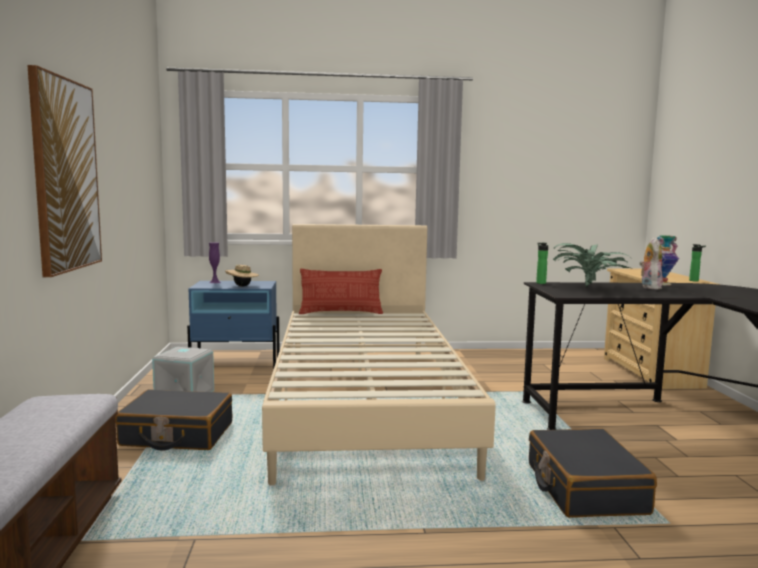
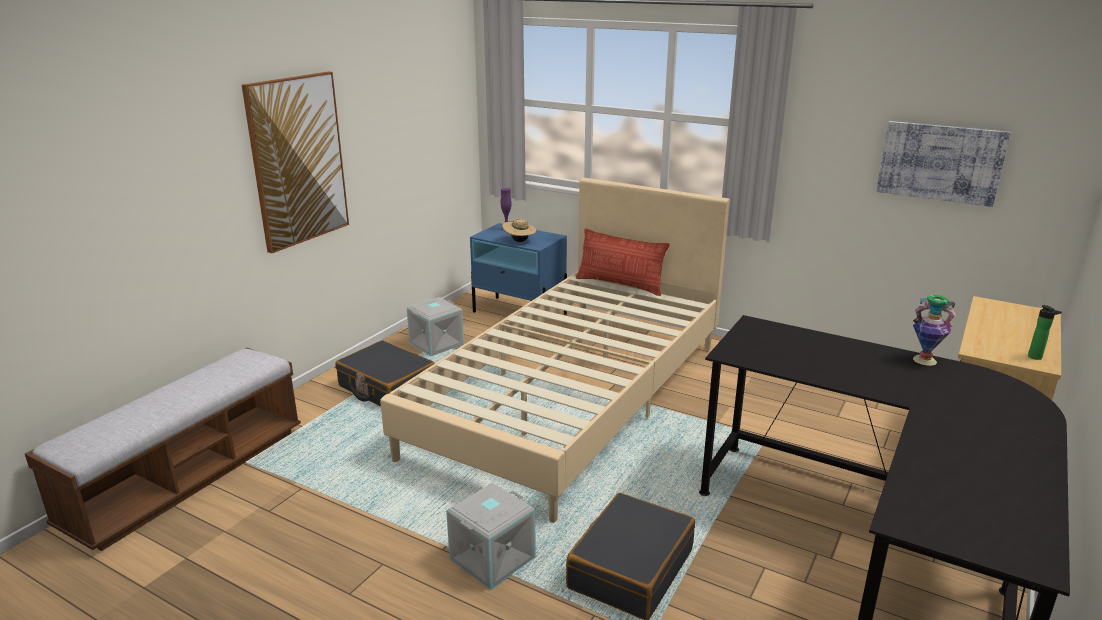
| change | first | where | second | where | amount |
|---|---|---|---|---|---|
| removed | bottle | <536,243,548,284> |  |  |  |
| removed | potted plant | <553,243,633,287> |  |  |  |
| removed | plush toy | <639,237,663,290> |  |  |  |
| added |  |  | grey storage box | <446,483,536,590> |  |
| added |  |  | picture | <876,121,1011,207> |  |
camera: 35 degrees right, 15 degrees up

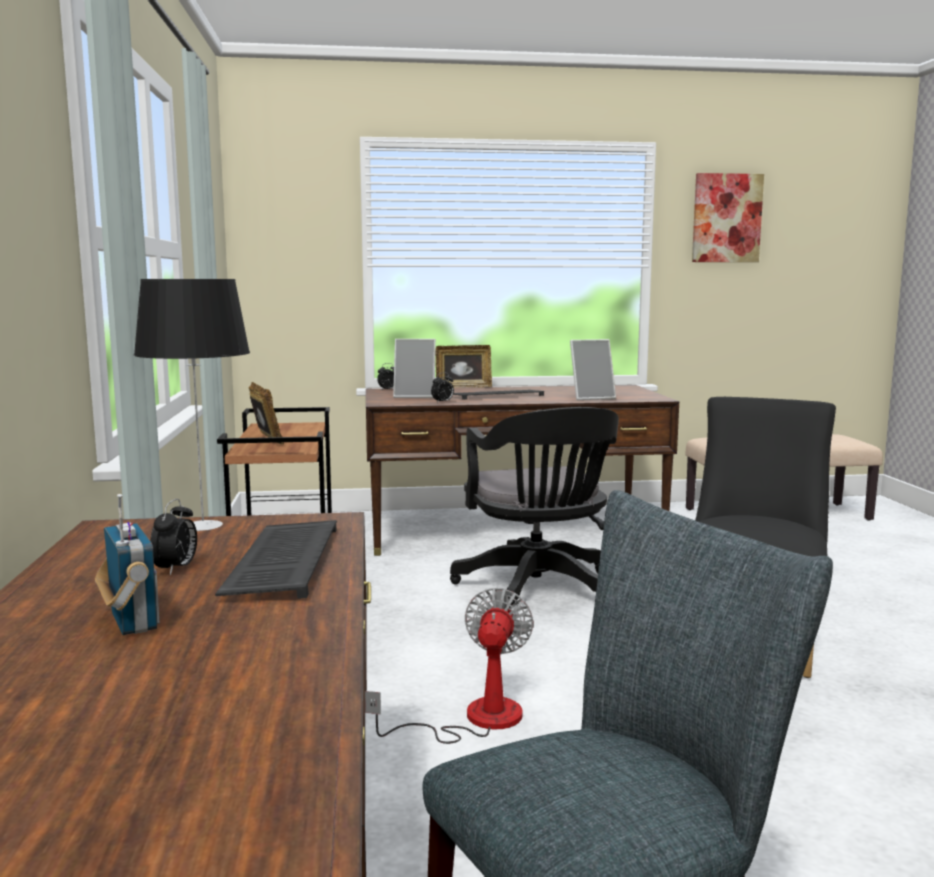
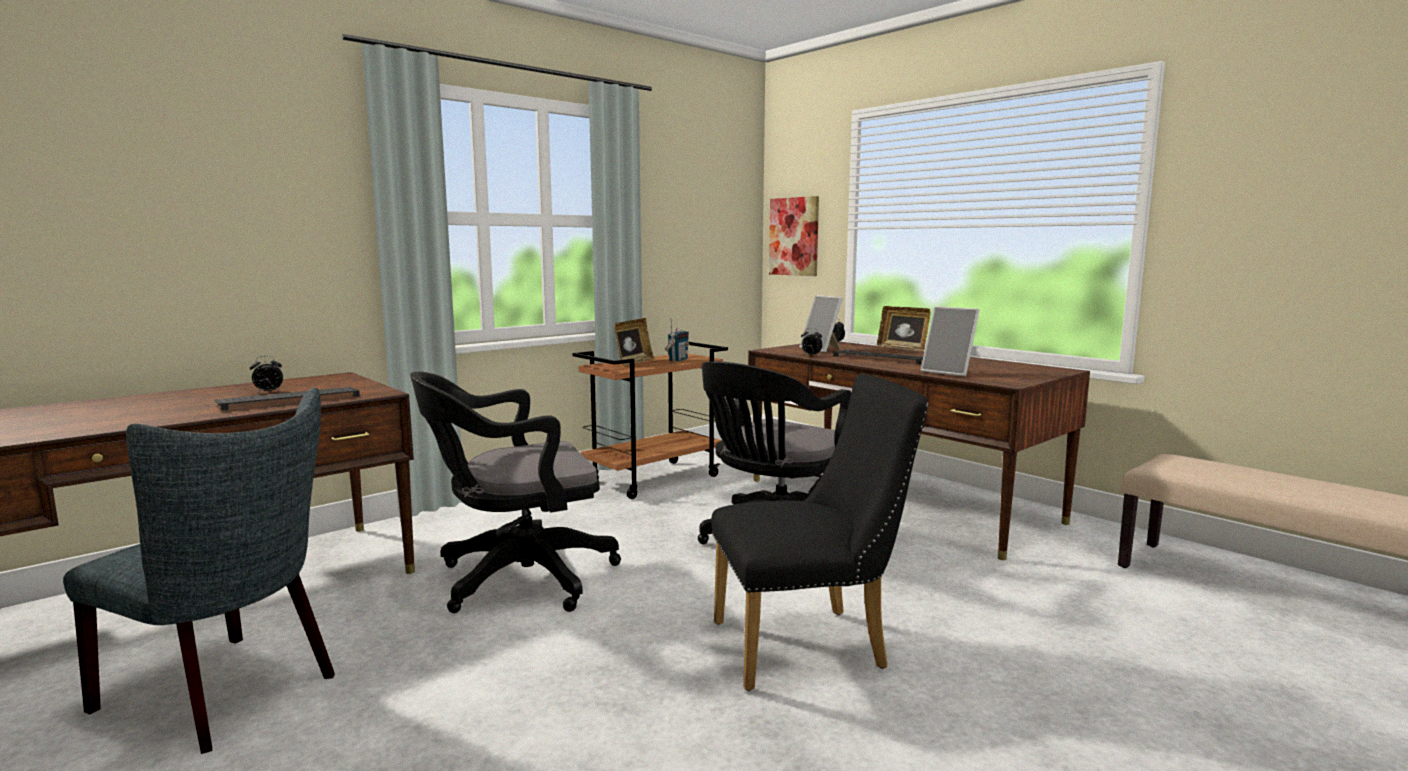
| change | first | where | second | where | amount |
|---|---|---|---|---|---|
| removed | table lamp | <134,279,250,531> |  |  |  |
| moved | radio | <95,494,160,635> |  | <665,318,689,362> |  |
| moved | picture | <692,173,764,262> |  | <769,196,819,276> |  |
| replaced | fan | <365,588,534,744> | black office chair | <410,372,621,613> |  |
camera: 55 degrees right, 0 degrees up

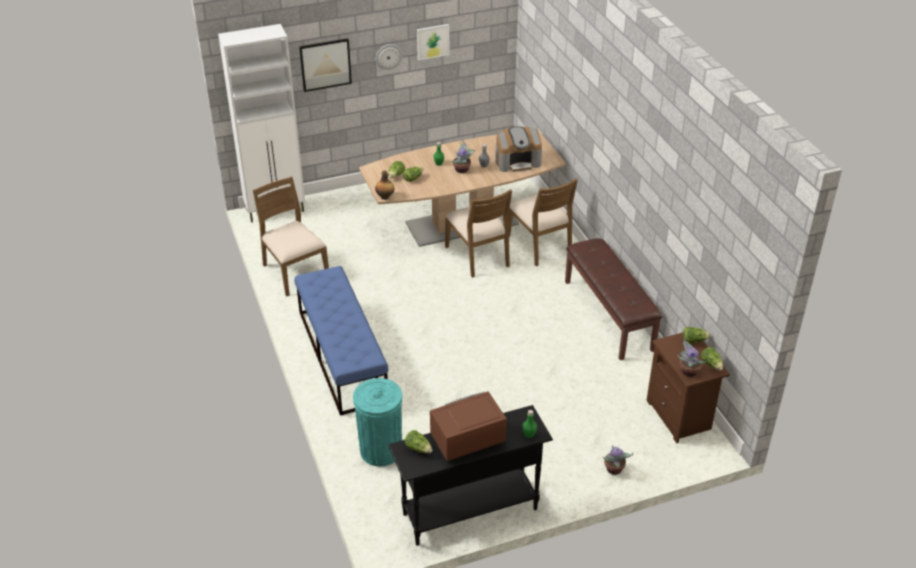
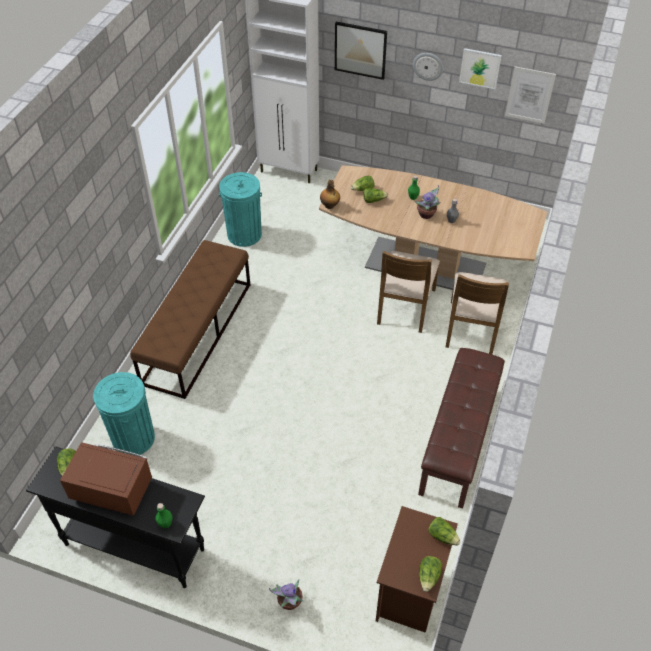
| change | first | where | second | where | amount |
|---|---|---|---|---|---|
| removed | coffee machine | <495,126,542,172> |  |  |  |
| removed | potted plant | <677,337,706,377> |  |  |  |
| added |  |  | picture | <505,66,556,124> |  |
| replaced | brown chair | <253,176,329,296> | turquoise trash can | <219,172,262,247> |  |
| recoloured | blue bench | <294,266,388,416> | brown bench | <130,240,250,399> |  |
camera: 40 degrees right, 10 degrees up

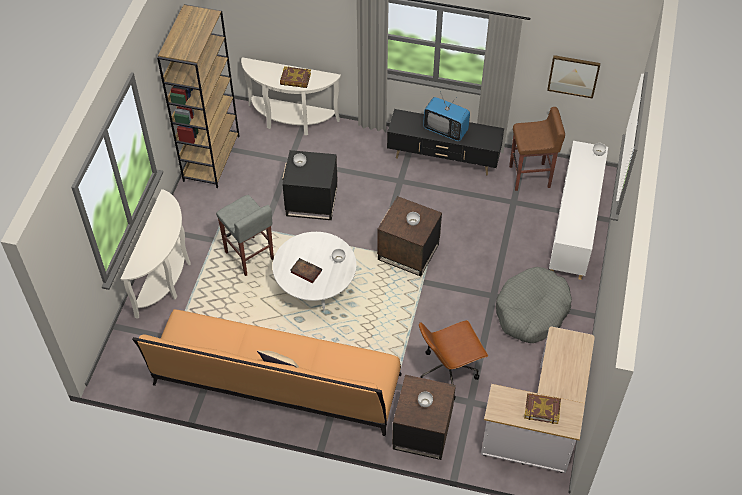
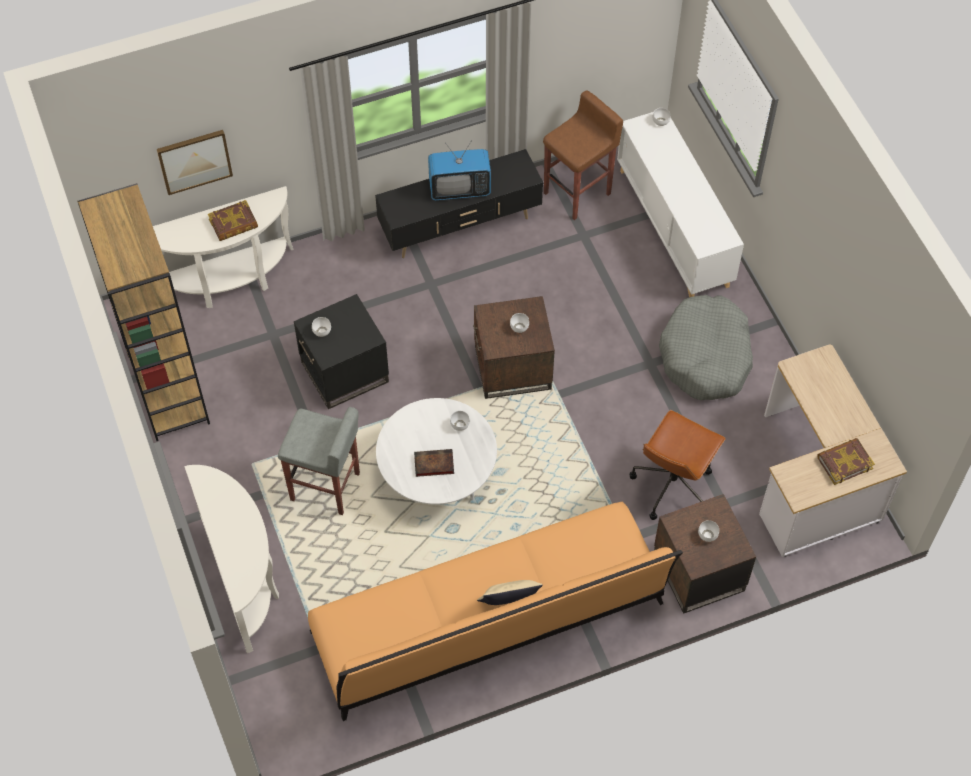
| change | first | where | second | where | amount |
|---|---|---|---|---|---|
| moved | picture | <547,55,601,99> |  | <157,130,233,195> |  |
camera: 35 degrees left, 5 degrees up

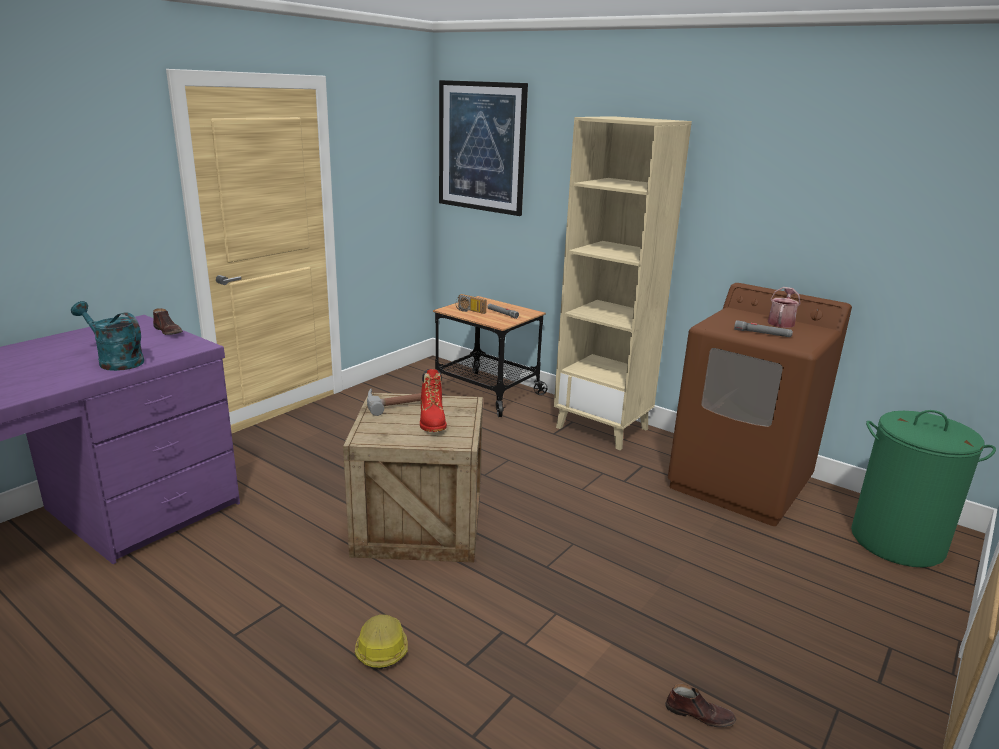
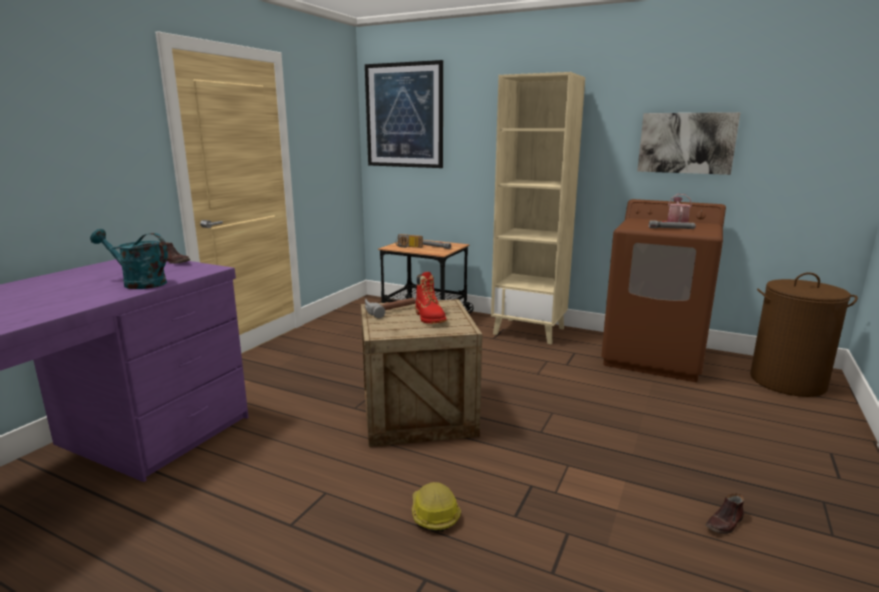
| change | first | where | second | where | amount |
|---|---|---|---|---|---|
| added |  |  | picture | <637,112,740,175> |  |
| recoloured | green laundry basket | <851,410,996,568> | brown laundry basket | <750,272,858,397> |  |
| turned | brown shoe | <665,683,736,727> |  | <705,493,744,534> | 135 degrees clockwise |
camera: 10 degrees left, 5 degrees down

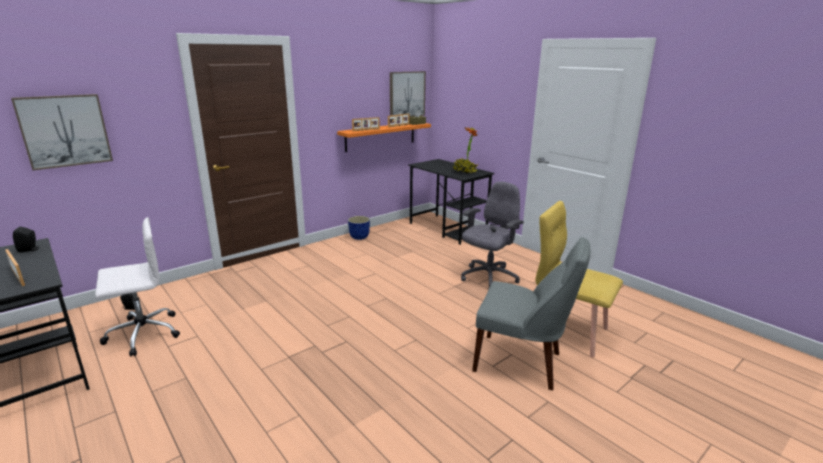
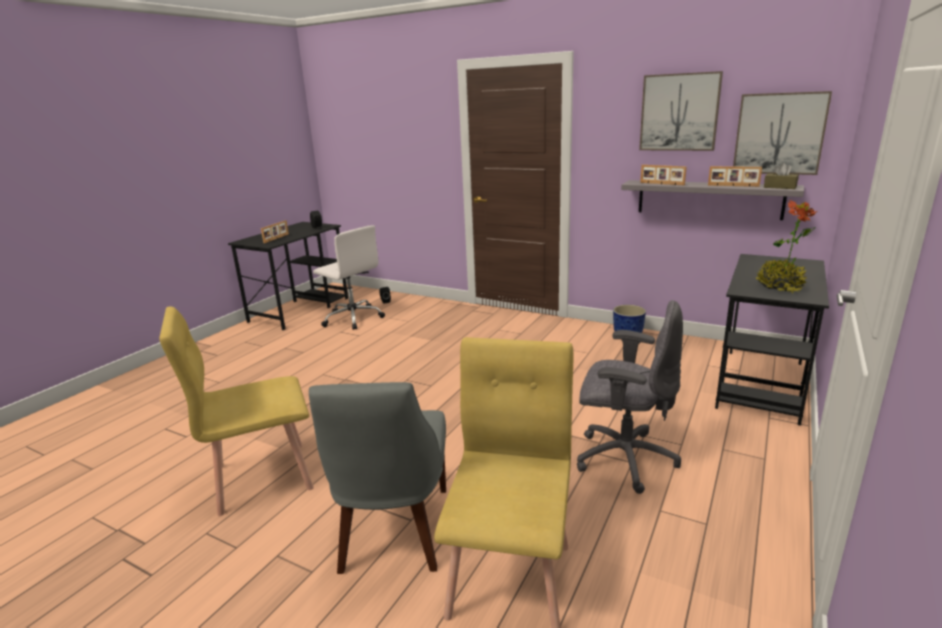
| change | first | where | second | where | amount |
|---|---|---|---|---|---|
| added |  |  | yellow chair | <159,306,314,516> |  |
| moved | picture | <11,94,113,170> |  | <639,71,723,151> |  |
| recoloured | orange shelf | <337,123,431,152> | grey shelf | <621,180,804,220> |  |
camera: 70 degrees right, 0 degrees up

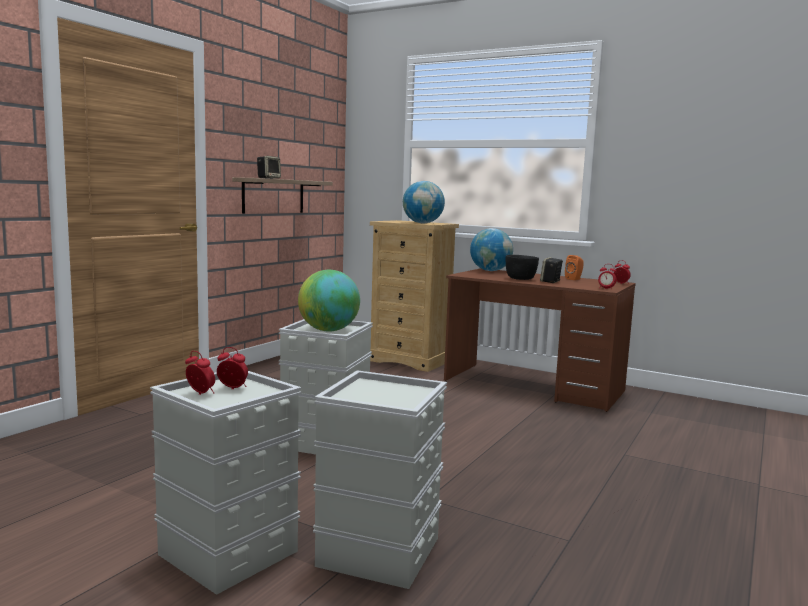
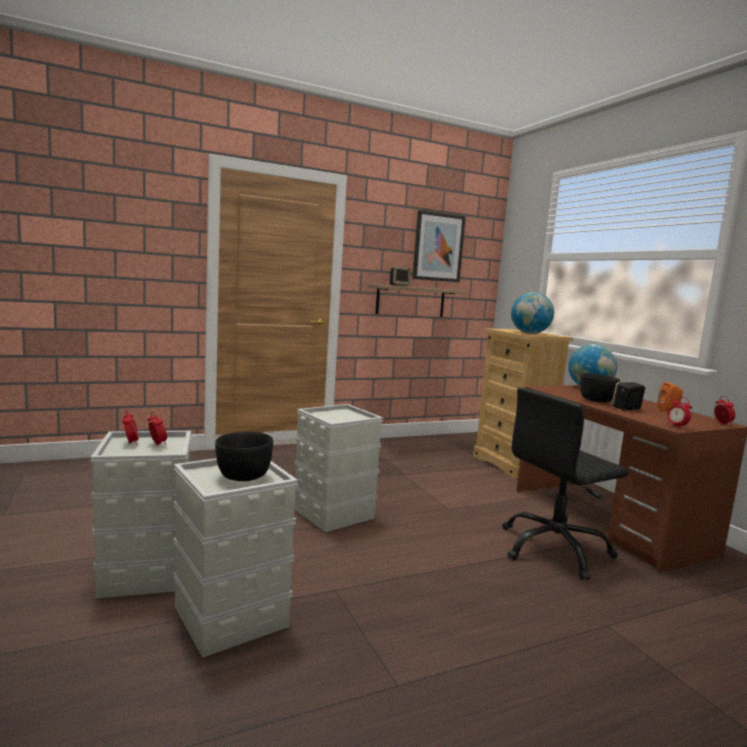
| change | first | where | second | where | amount |
|---|---|---|---|---|---|
| removed | globe | <298,270,360,332> |  |  |  |
| added |  |  | black bowl | <215,432,273,481> |  |
| added |  |  | picture | <412,210,466,282> |  |
| added |  |  | black office chair | <502,387,629,580> |  |
camera: 35 degrees right, 0 degrees up

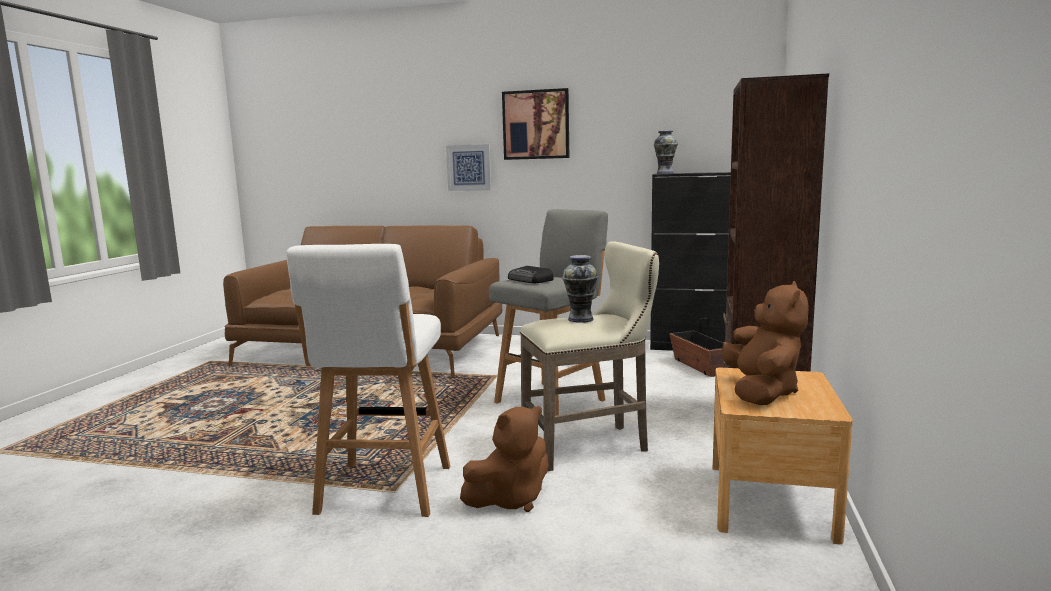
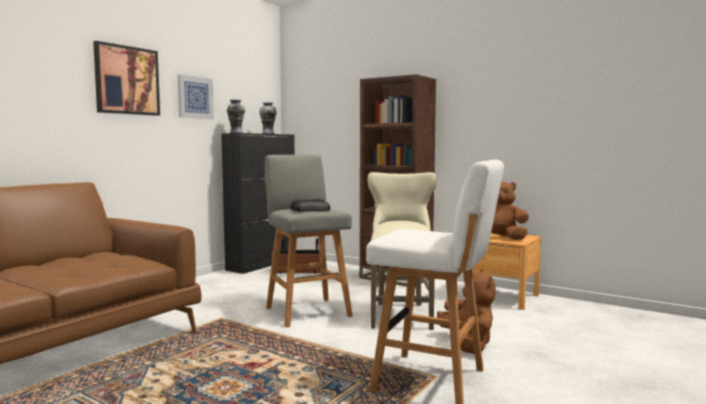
| change | first | where | second | where | amount |
|---|---|---|---|---|---|
| moved | picture | <446,144,492,191> |  | <178,74,214,119> |  |
| moved | vase | <562,255,598,323> |  | <259,102,277,134> |  |
camera: 70 degrees left, 5 degrees down

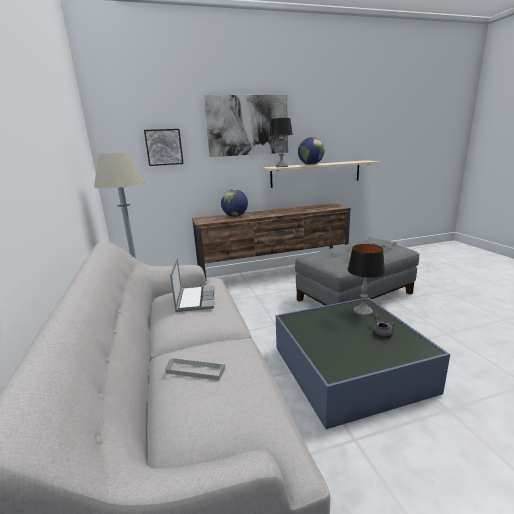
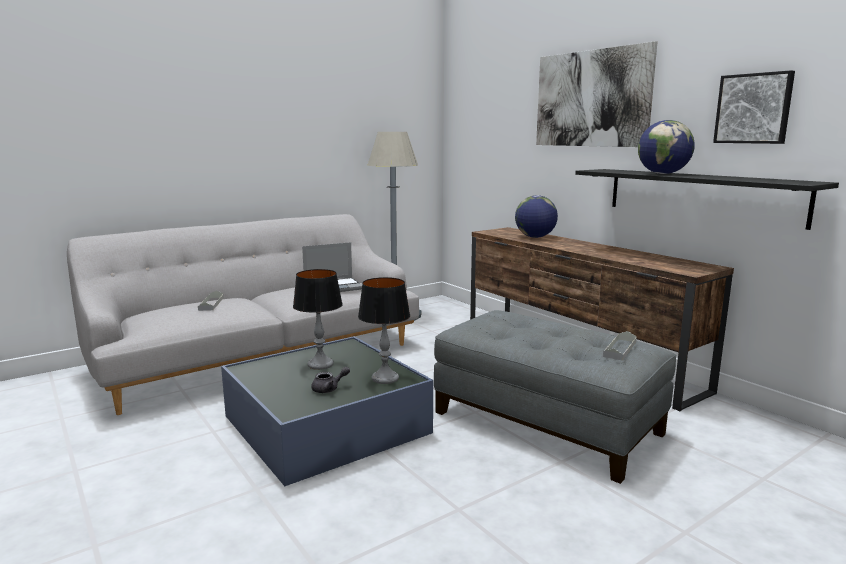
| change | first | where | second | where | amount |
|---|---|---|---|---|---|
| moved | picture | <144,129,184,166> |  | <713,70,795,144> |  |
| moved | table lamp | <270,118,293,167> |  | <293,269,343,370> |  |
| recoloured | beige shelf | <263,160,380,188> | black shelf | <575,169,839,230> |  |
camera: 70 degrees right, 5 degrees down

